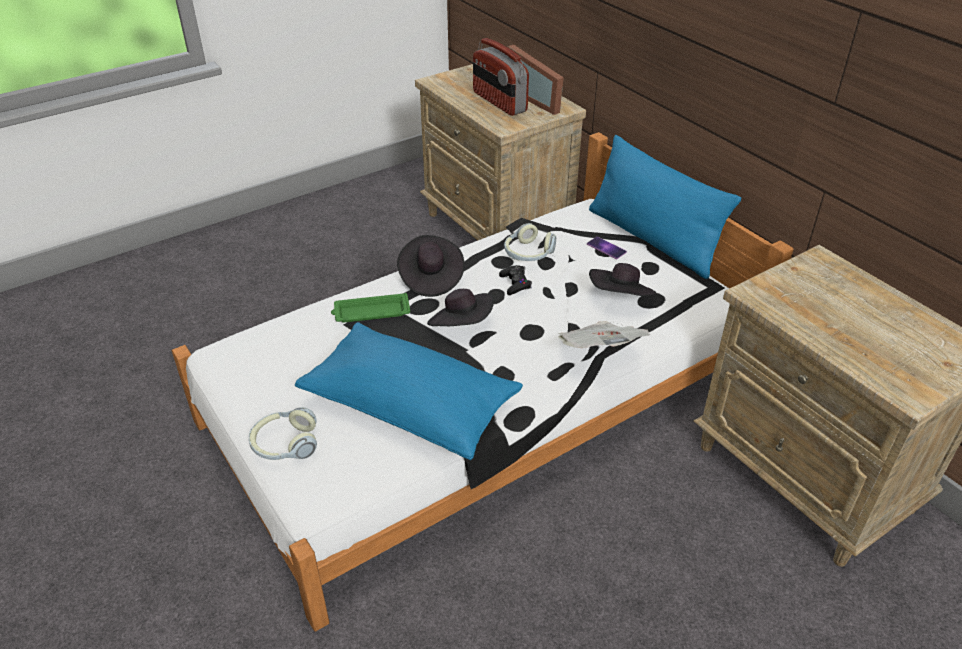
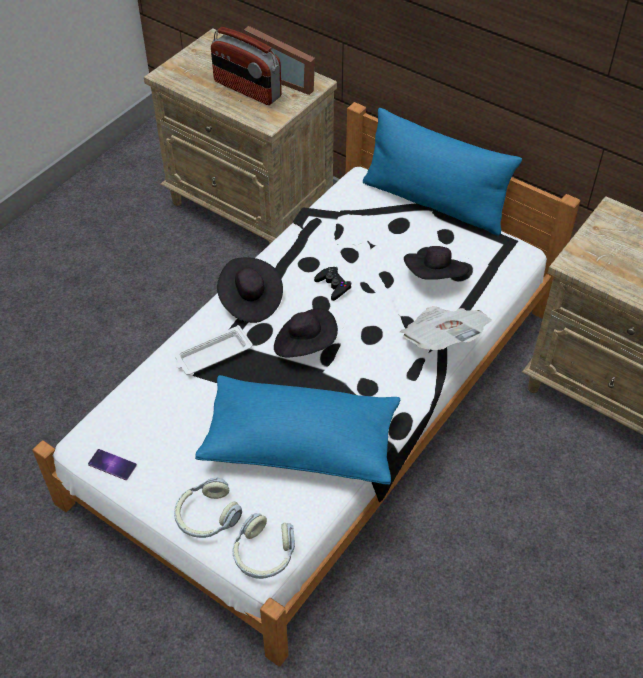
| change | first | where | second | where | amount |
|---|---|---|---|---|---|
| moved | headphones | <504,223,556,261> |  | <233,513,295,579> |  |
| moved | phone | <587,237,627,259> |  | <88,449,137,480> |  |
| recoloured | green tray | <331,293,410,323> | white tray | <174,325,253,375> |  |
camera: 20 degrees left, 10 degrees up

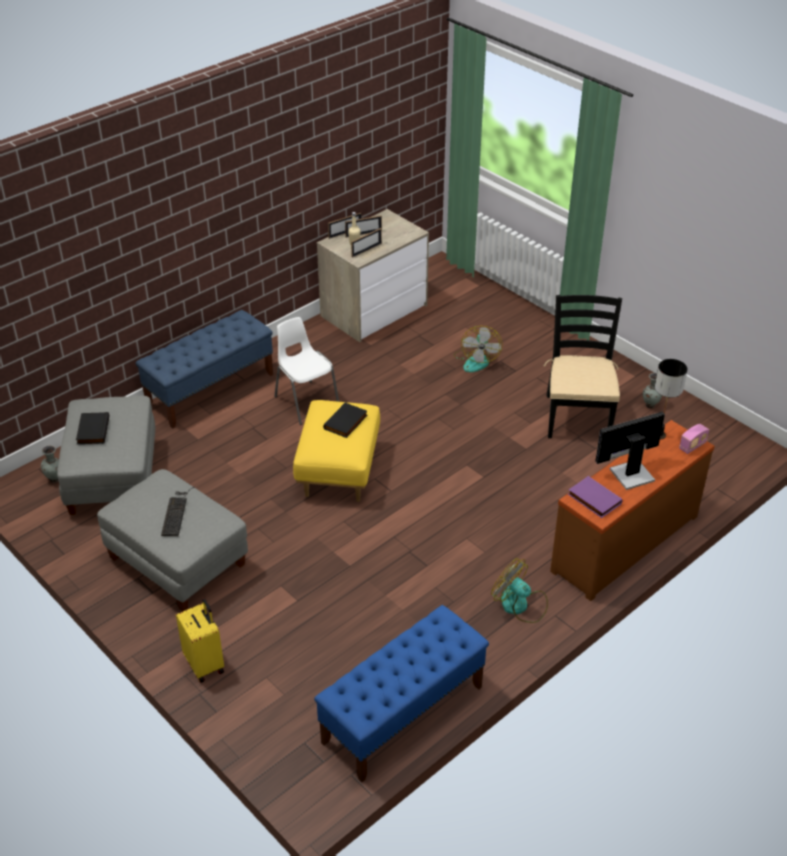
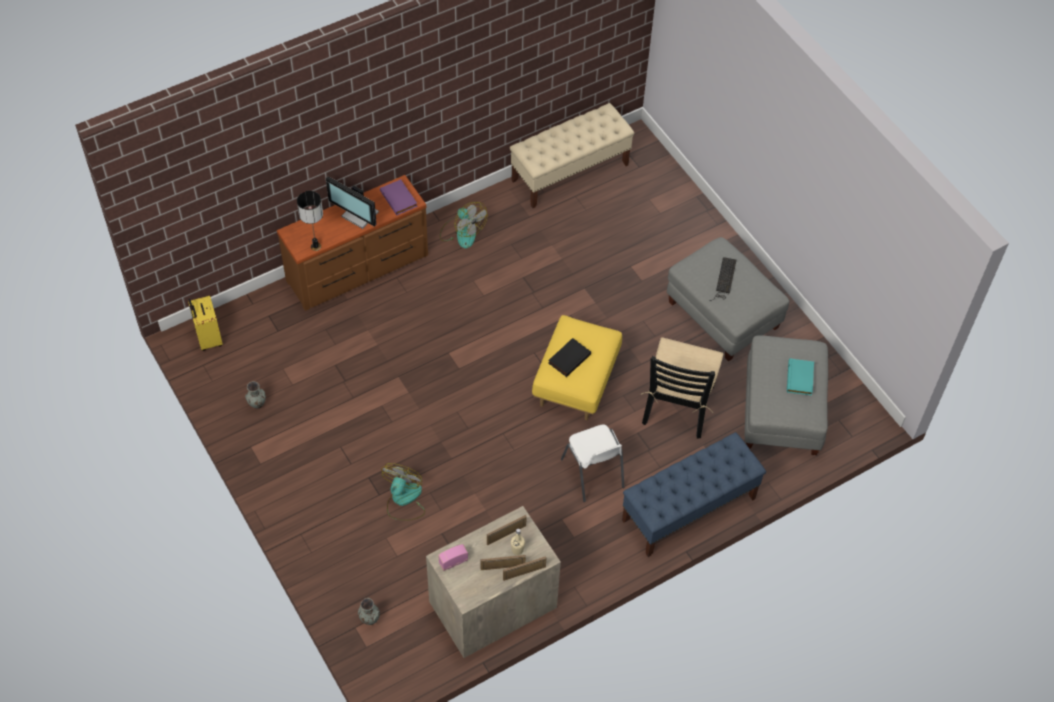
| change | first | where | second | where | amount |
|---|---|---|---|---|---|
| moved | grey vase | <41,445,59,483> |  | <358,598,380,625> |  |
| moved | yellow suitcase | <176,599,224,683> |  | <188,296,223,351> |  |
| moved | black chair | <544,295,622,438> |  | <640,337,723,438> |  |
| moved | radio | <679,424,709,454> |  | <438,544,468,571> |  |
| recoloured | black book | <76,412,109,444> | turquoise book | <787,358,814,395> |  |
| recoloured | blue bench | <314,605,489,782> | beige bench | <510,103,634,208> |  |
| turned | monitor | <595,412,665,490> |  | <326,176,379,229> | 45 degrees clockwise |
camera: 170 degrees left, 15 degrees up

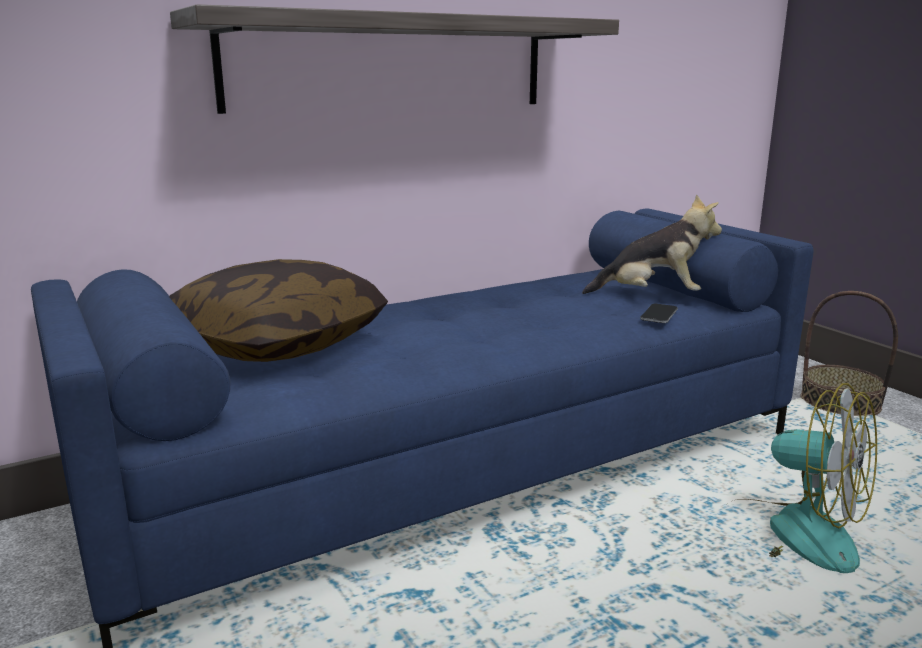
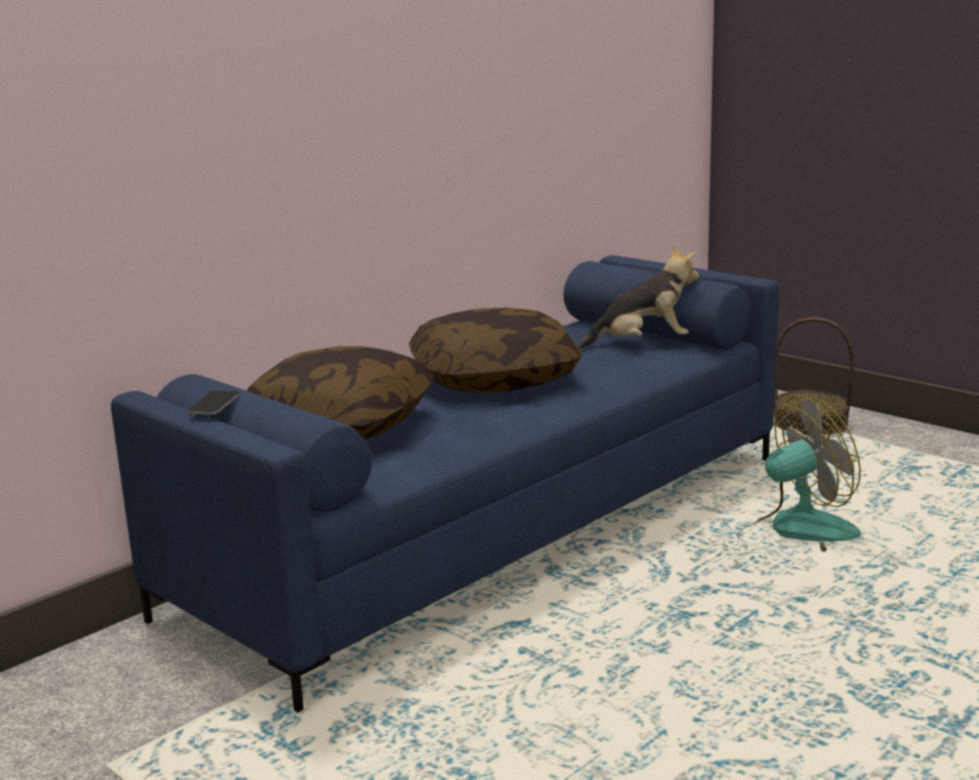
| change | first | where | second | where | amount |
|---|---|---|---|---|---|
| removed | shelf | <170,4,619,114> |  |  |  |
| added |  |  | pillow | <409,308,581,393> |  |
| moved | phone | <640,304,678,323> |  | <188,391,239,415> |  |
| turned | fan | <732,383,877,573> |  | <739,396,861,552> | 45 degrees counterclockwise |
camera: 15 degrees left, 0 degrees up

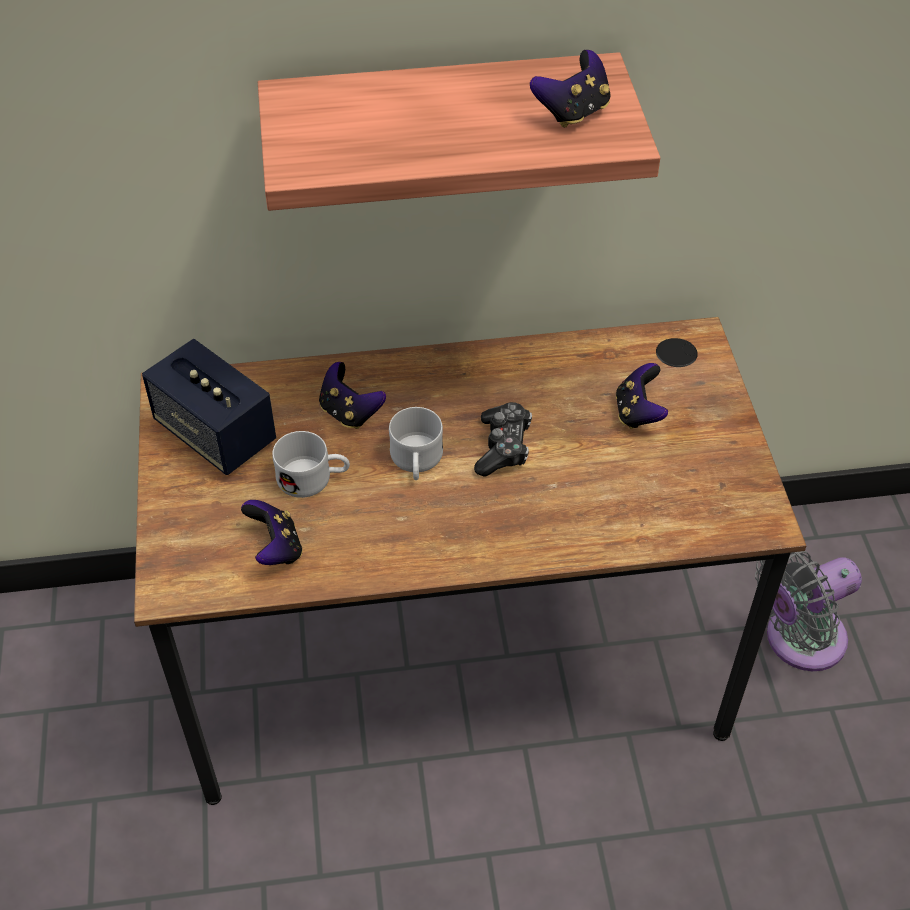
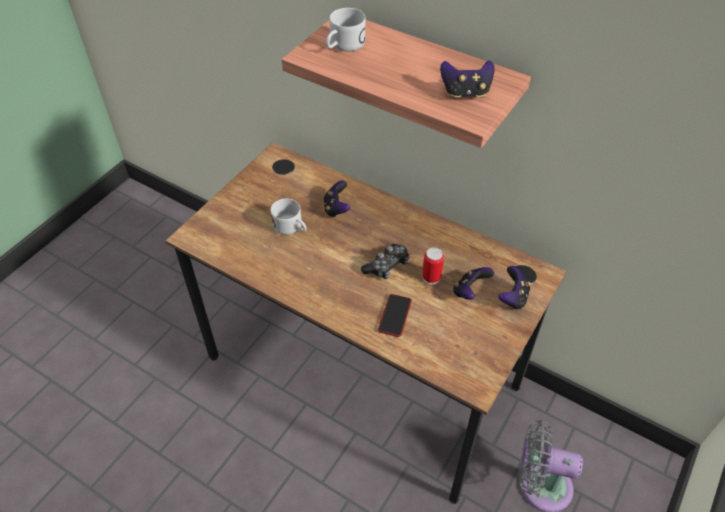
| change | first | where | second | where | amount |
|---|---|---|---|---|---|
| removed | speaker | <142,339,276,475> |  |  |  |
| added |  |  | phone | <378,294,412,337> |  |
| added |  |  | can | <422,247,444,284> |  |
| moved | game controller | <241,500,303,565> |  | <498,266,531,310> |  |
| moved | white mug | <389,407,443,480> |  | <326,8,366,52> |  |
camera: 40 degrees right, 0 degrees up

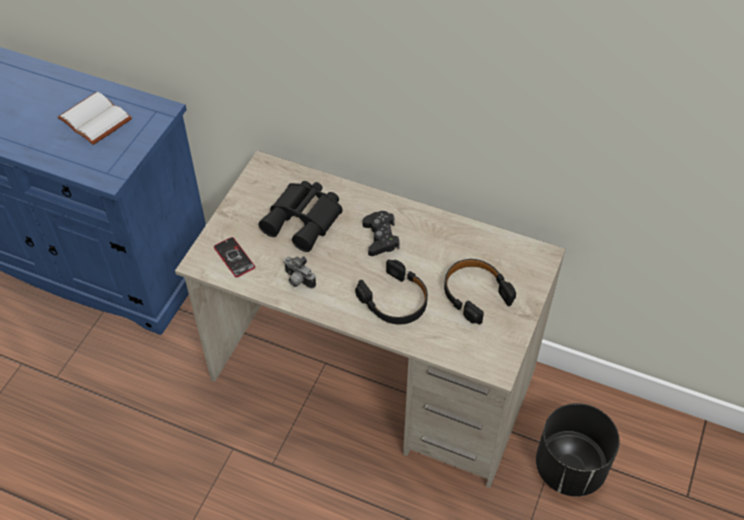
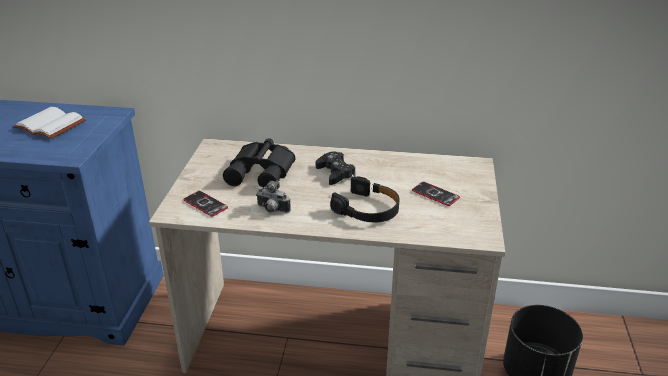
| change | first | where | second | where | amount |
|---|---|---|---|---|---|
| replaced | black headphones | <444,259,516,325> | phone | <412,182,460,206> |  |
camera: 15 degrees left, 20 degrees down

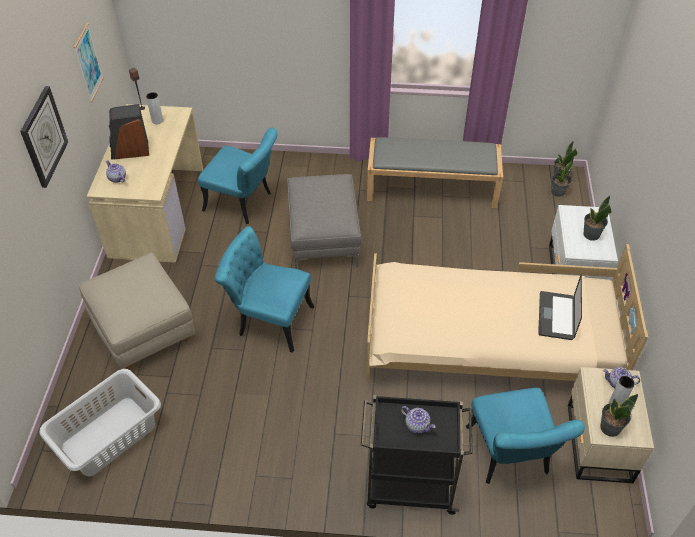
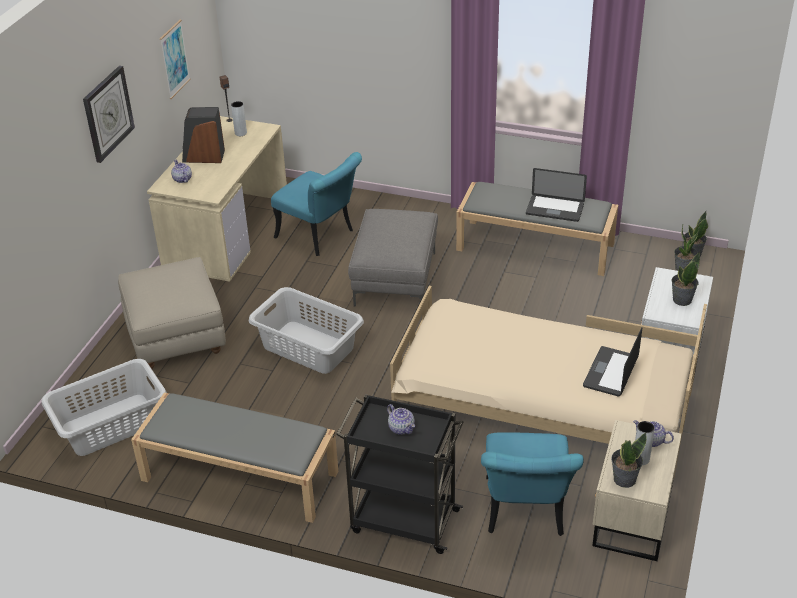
| change | first | where | second | where | amount |
|---|---|---|---|---|---|
| added |  |  | grey bench | <131,392,338,523> |  |
| added |  |  | laptop | <526,168,587,222> |  |
| replaced | turquoise chair | <215,226,314,353> | grey laundry basket | <249,287,364,374> |  |
camera: 15 degrees right, 10 degrees down

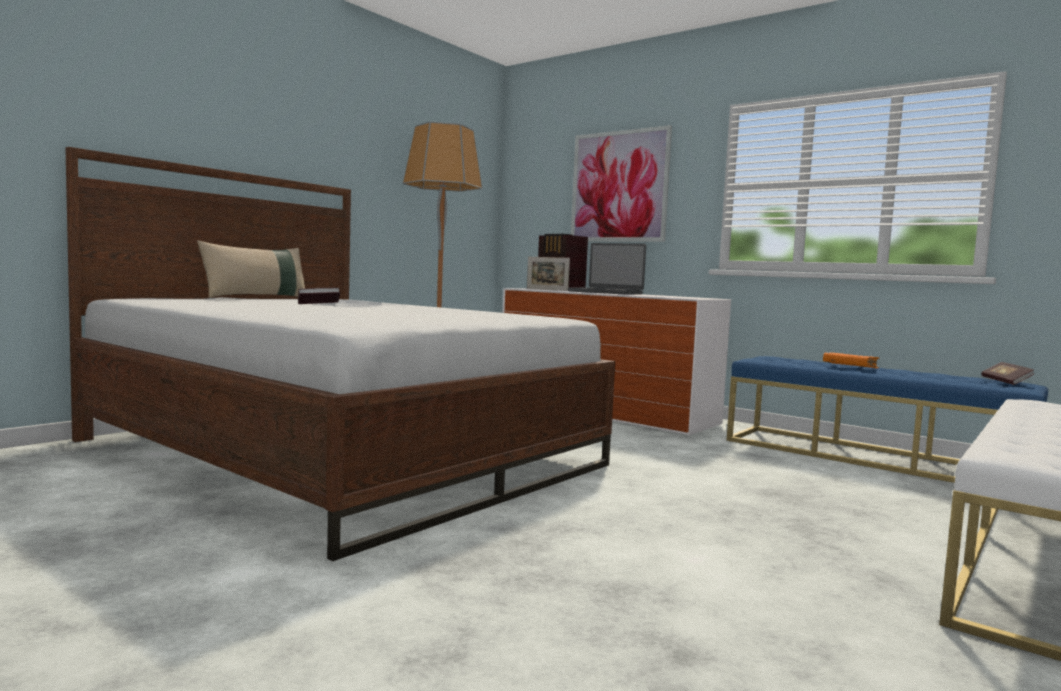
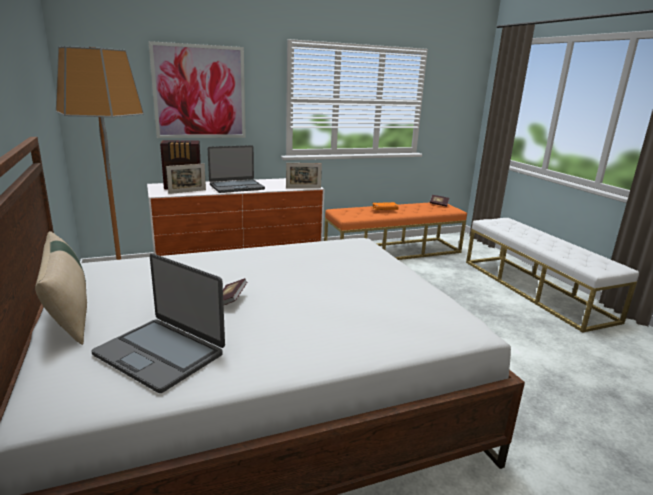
| change | first | where | second | where | amount |
|---|---|---|---|---|---|
| added |  |  | laptop | <91,253,225,393> |  |
| added |  |  | picture frame | <286,163,322,188> |  |
| recoloured | blue bench | <726,356,1048,483> | orange bench | <324,202,467,260> |  |
camera: 60 degrees left, 15 degrees up

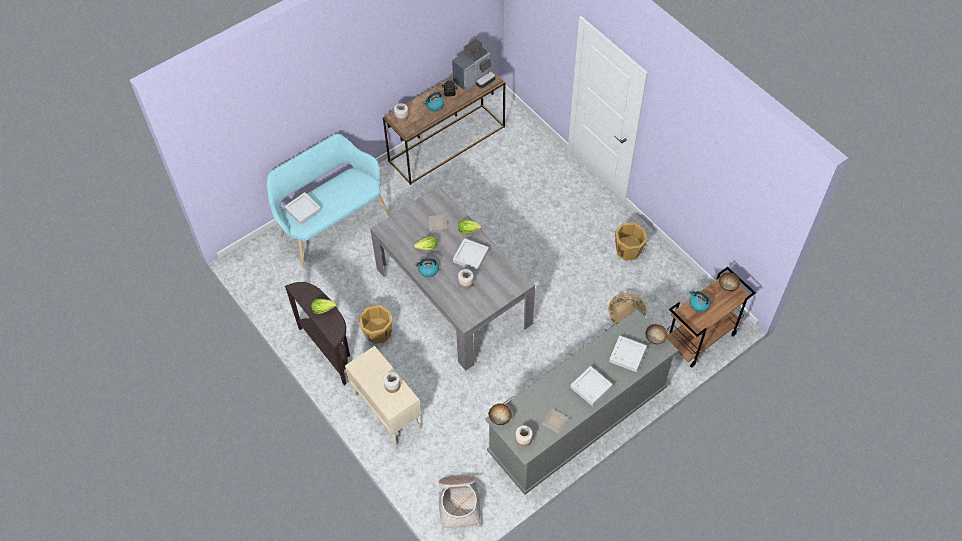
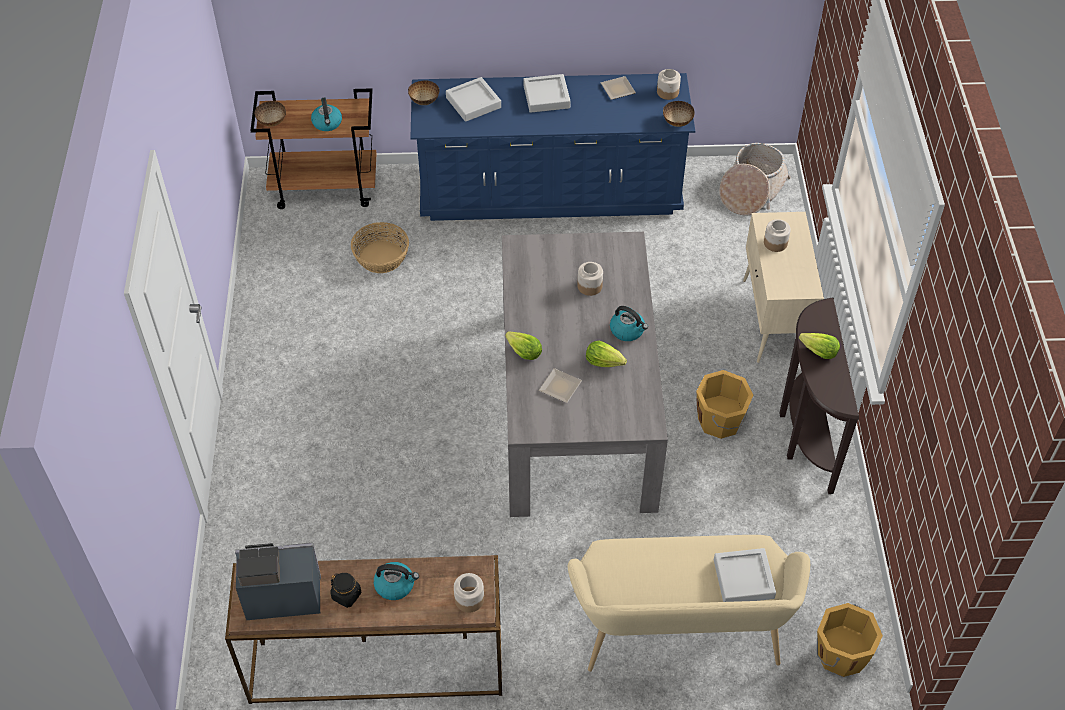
| change | first | where | second | where | amount |
|---|---|---|---|---|---|
| removed | grey tray | <453,238,489,271> |  |  |  |
| moved | orange bucket | <615,222,647,261> |  | <817,603,883,677> |  |
| recoloured | turquoise bench | <267,134,390,268> | beige bench | <568,535,810,672> |  |
| recoloured | grey dresser | <485,310,678,495> | blue dresser | <410,73,695,221> |  |
camera: 145 degrees left, 5 degrees down

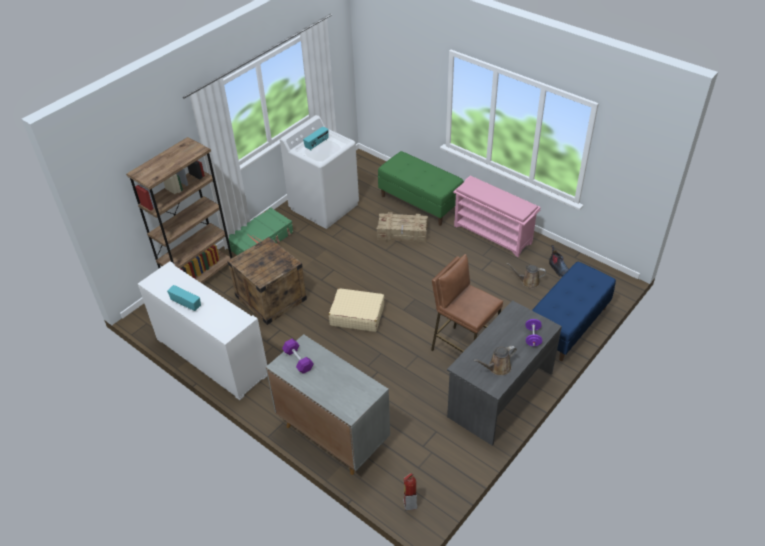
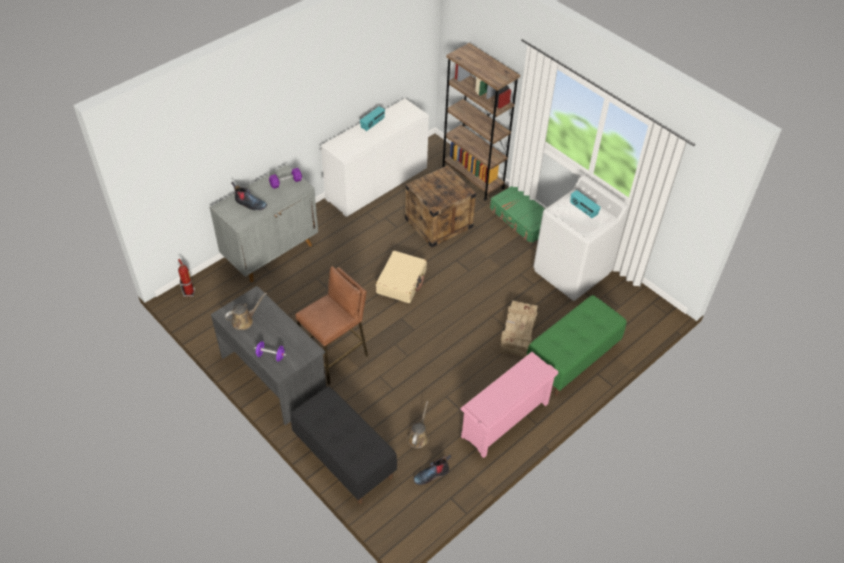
| change | first | where | second | where | amount |
|---|---|---|---|---|---|
| added |  |  | boot | <231,182,267,210> |  |
| recoloured | blue bench | <532,261,616,361> | black bench | <290,386,397,504> |  |
| turned | brown watering can | <473,346,517,375> |  | <225,293,267,330> | 75 degrees clockwise |
camera: 95 degrees right, 5 degrees up

